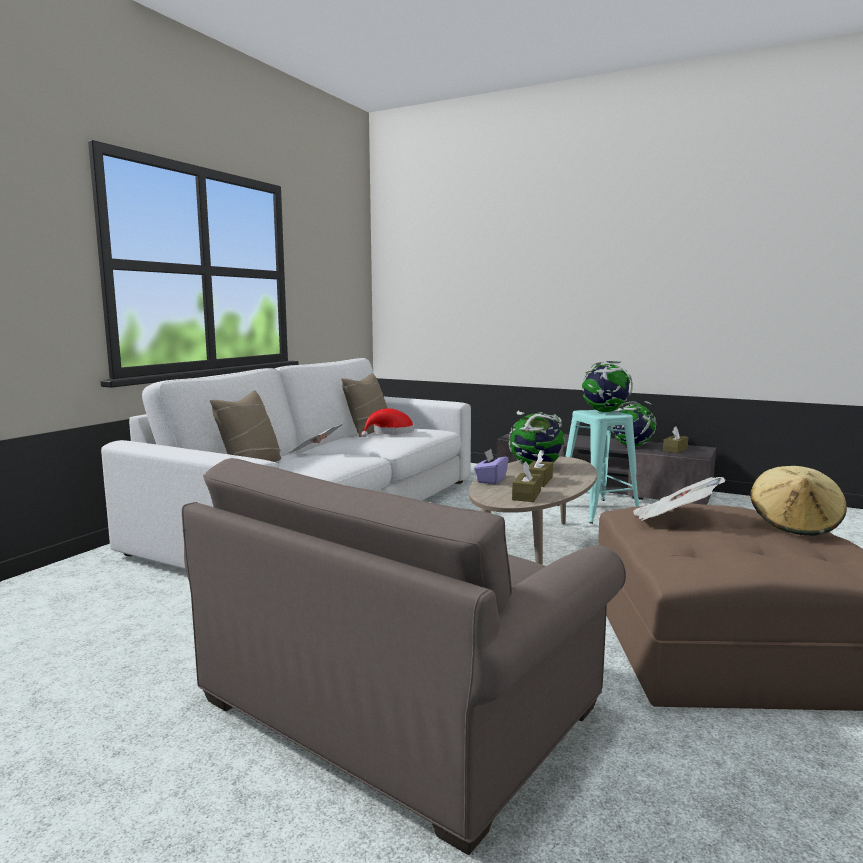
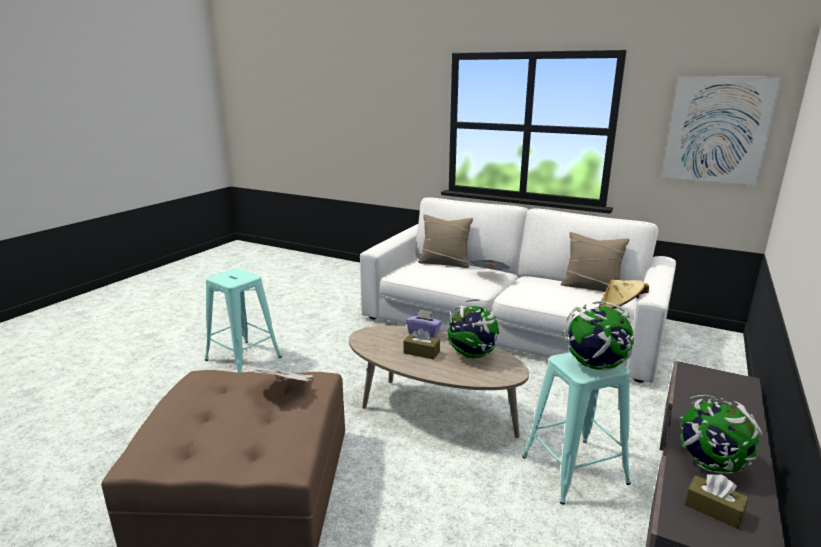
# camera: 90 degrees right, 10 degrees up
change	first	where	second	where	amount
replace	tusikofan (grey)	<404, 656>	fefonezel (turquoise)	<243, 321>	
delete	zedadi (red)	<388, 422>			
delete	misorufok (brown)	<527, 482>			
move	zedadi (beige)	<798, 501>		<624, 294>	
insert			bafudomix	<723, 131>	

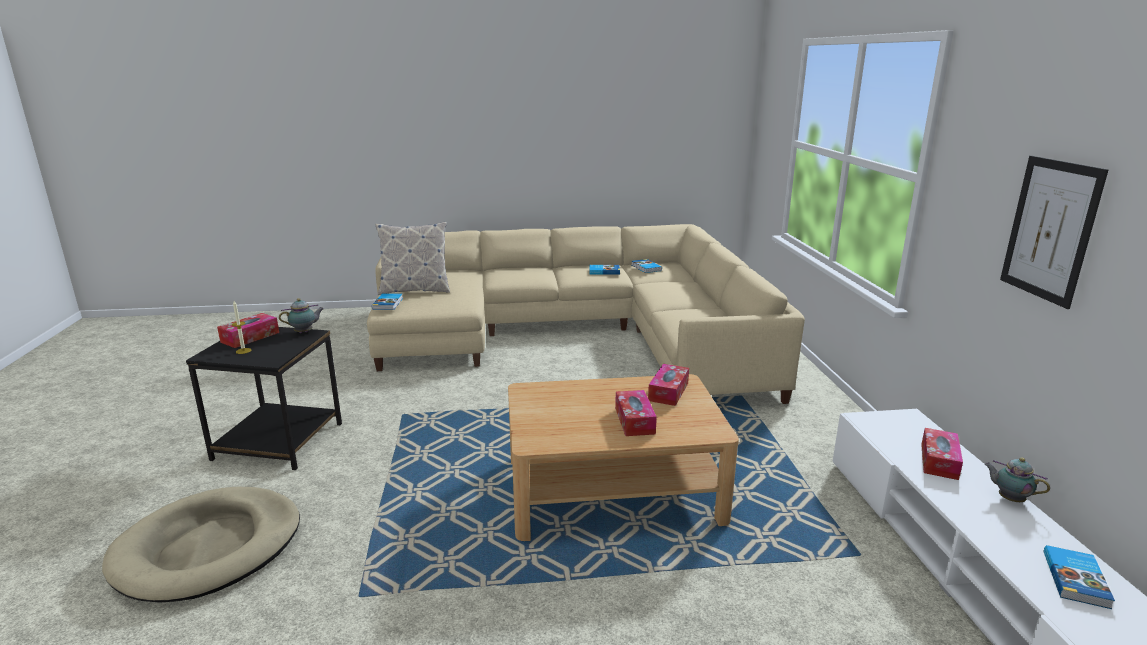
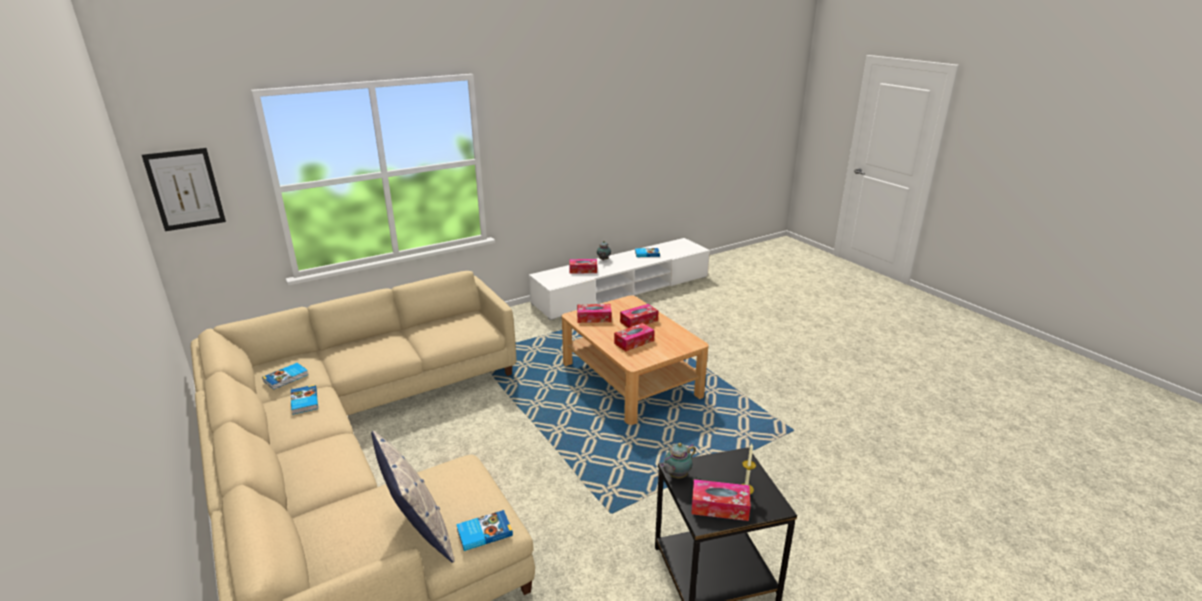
# camera: 115 degrees left, 5 degrees up
change	first	where	second	where	amount
delete	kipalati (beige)	<201, 545>			
rotate	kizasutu	<301, 315>		<678, 460>	75 degrees counterclockwise
move	bafudomix	<1054, 232>		<184, 189>	
insert			misorufok	<634, 337>	

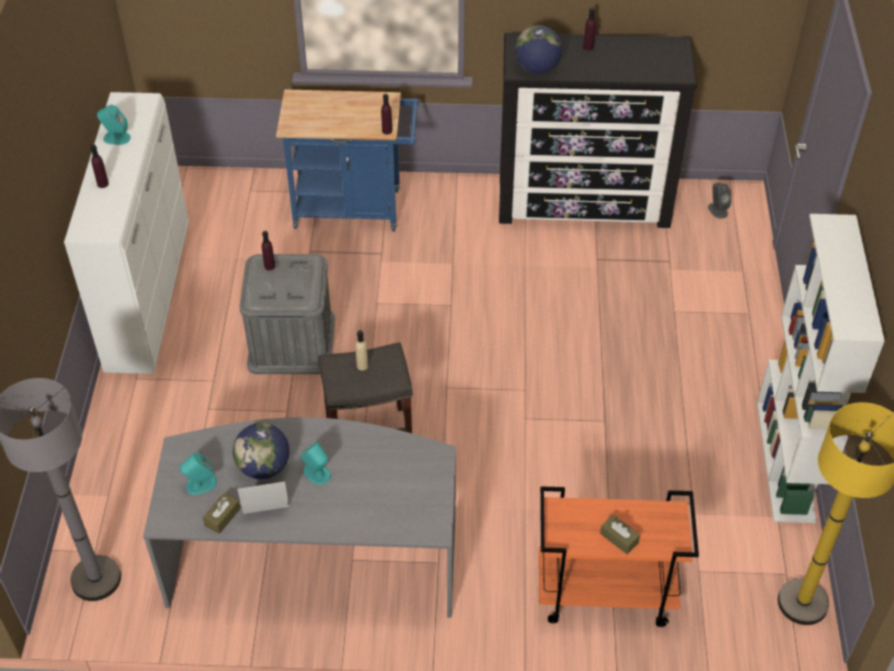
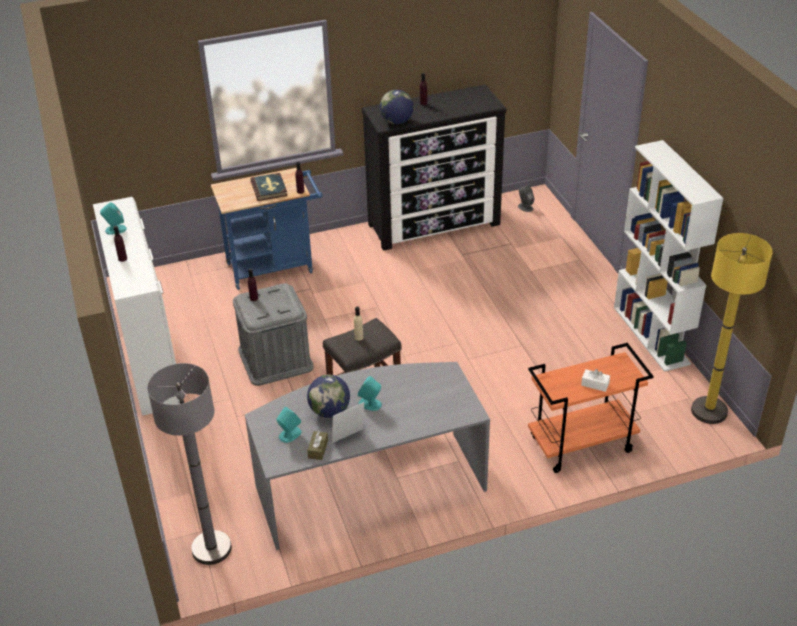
# camera: 20 degrees left, 10 degrees down
change	first	where	second	where	amount
recolor	misorufok (brown)	<620, 534>	misorufok (white)	<595, 380>	
insert			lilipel	<269, 187>	

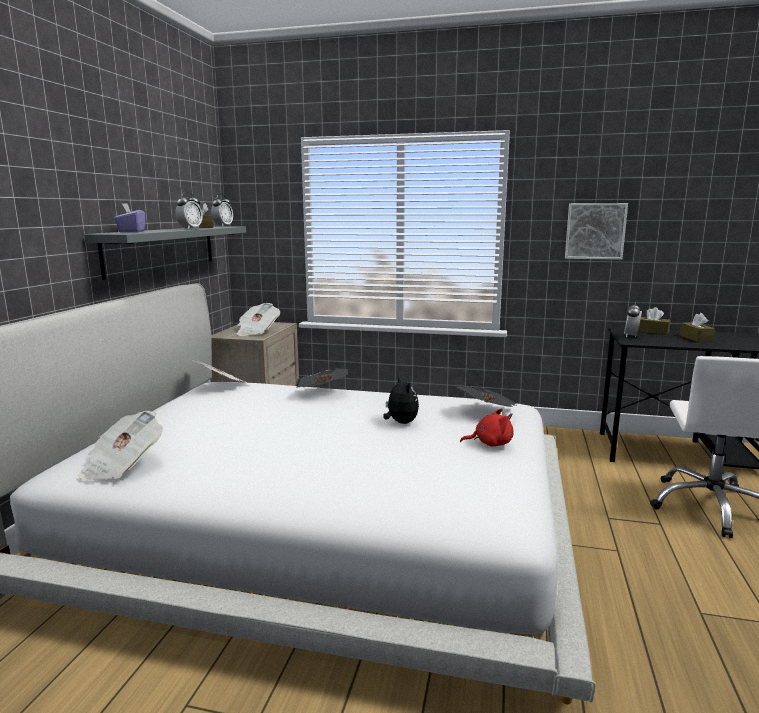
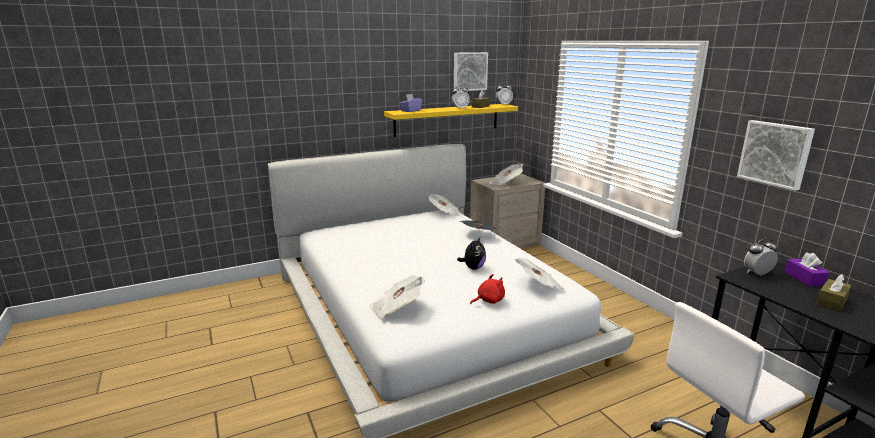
# camera: 50 degrees right, 5 degrees up
change	first	where	second	where	amount
move	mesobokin	<120, 445>		<397, 296>	
recolor	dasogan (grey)	<165, 253>	dasogan (yellow)	<451, 120>	
rotate	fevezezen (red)	<487, 427>		<487, 289>	75 degrees counterclockwise
recolor	misorufok (brown)	<654, 321>	misorufok (purple)	<807, 270>	
insert			bafudomix	<471, 71>	

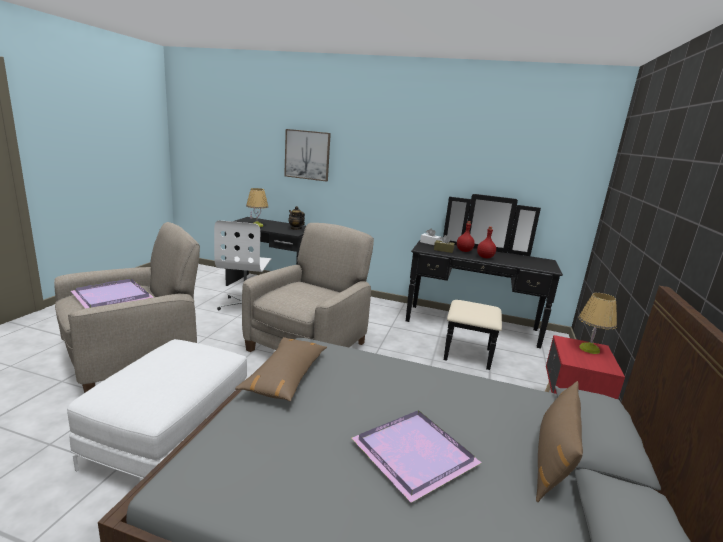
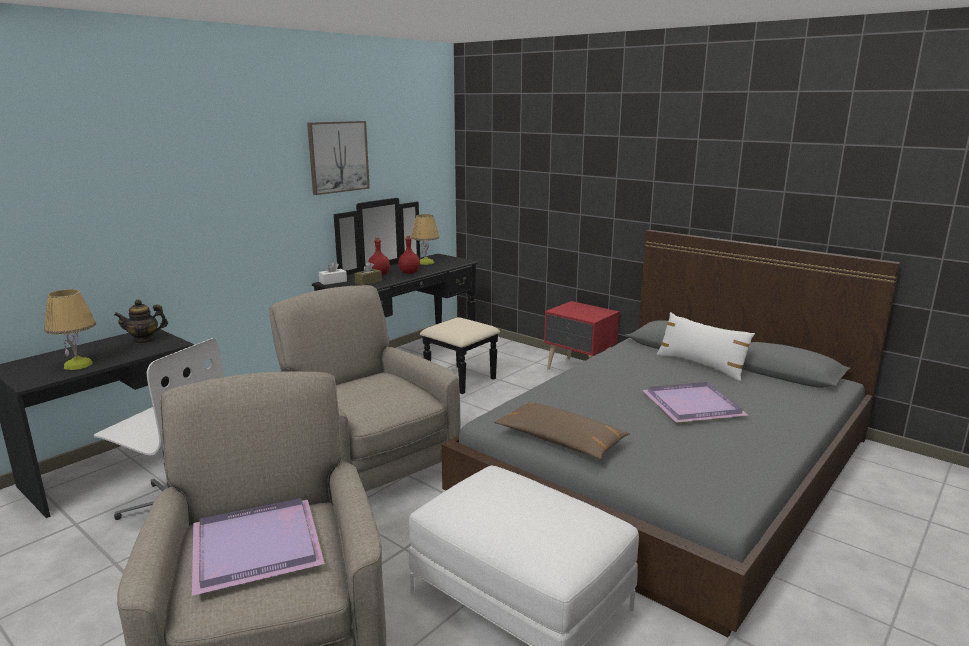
# camera: 65 degrees left, 0 degrees up
change	first	where	second	where	amount
move	bafudomix	<307, 155>		<338, 158>	
recolor	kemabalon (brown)	<559, 441>	kemabalon (white)	<705, 346>	
move	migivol	<597, 323>		<425, 239>	

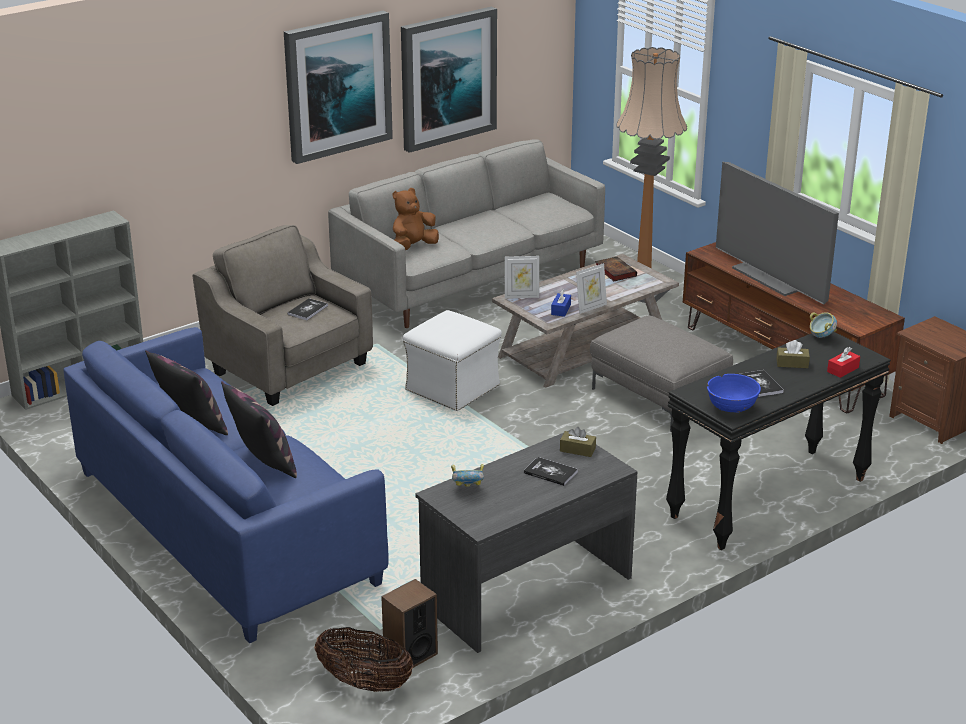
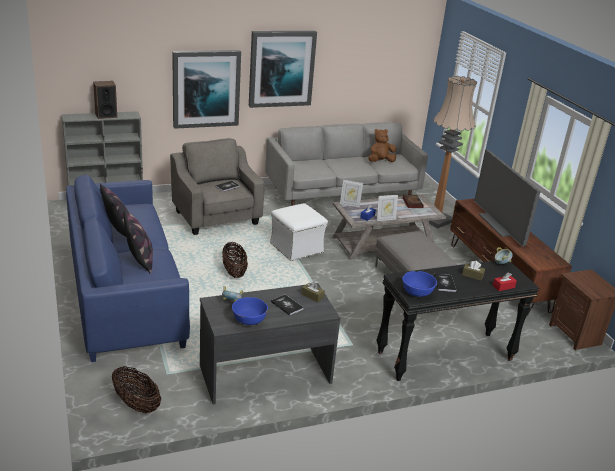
# camera: 15 degrees right, 0 degrees up
change	first	where	second	where	amount
move	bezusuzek	<409, 623>		<105, 100>	
move	fevezezen (brown)	<416, 219>		<382, 145>	
move	bafudomix	<449, 80>		<206, 89>	
insert			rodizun	<235, 260>	
insert			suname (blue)	<250, 311>	

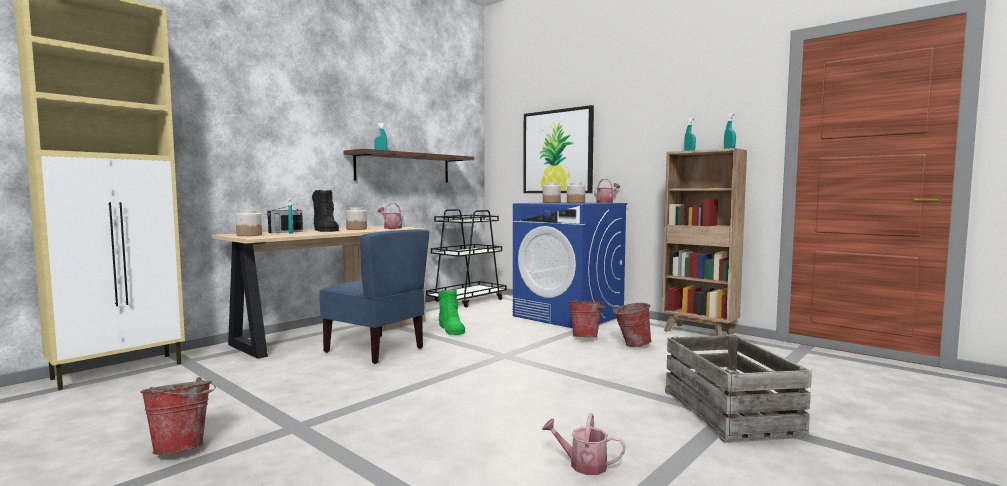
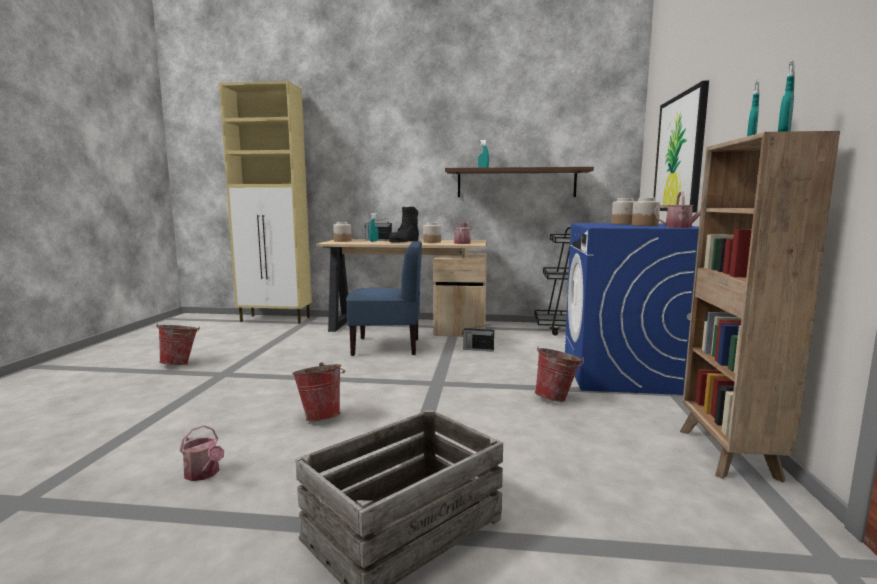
# camera: 55 degrees right, 5 degrees up
change	first	where	second	where	amount
rotate	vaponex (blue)	<374, 296>		<384, 298>	90 degrees counterclockwise
replace	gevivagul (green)	<451, 312>	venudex	<478, 338>	
rotate	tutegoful	<584, 444>		<201, 453>	150 degrees clockwise
move	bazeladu	<632, 325>		<318, 392>	

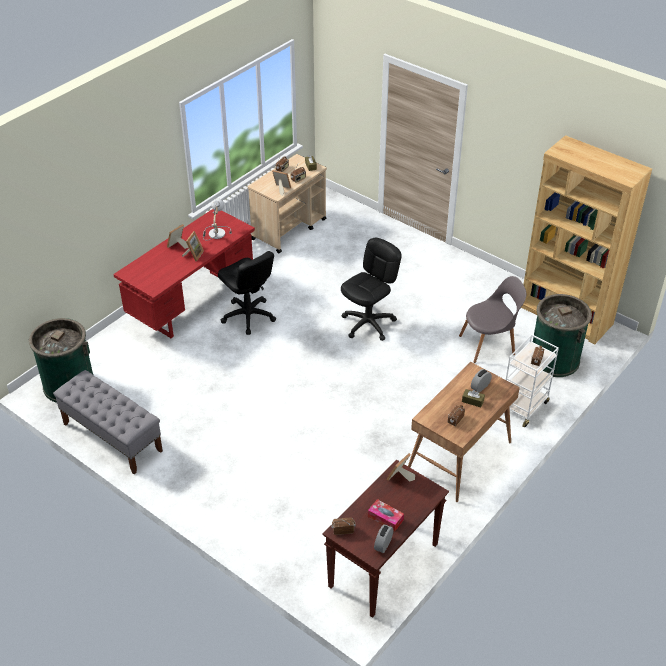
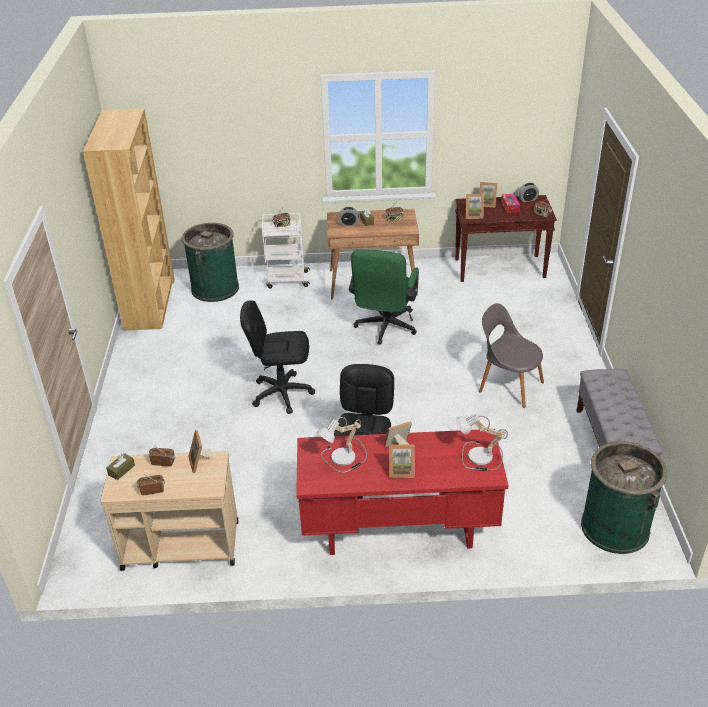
# camera: 130 degrees left, 5 degrees down
change	first	where	second	where	amount
move	vaponex (grey)	<492, 319>		<511, 355>	
insert			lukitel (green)	<384, 297>	
insert			migivol	<482, 442>	
insert			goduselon	<488, 194>	

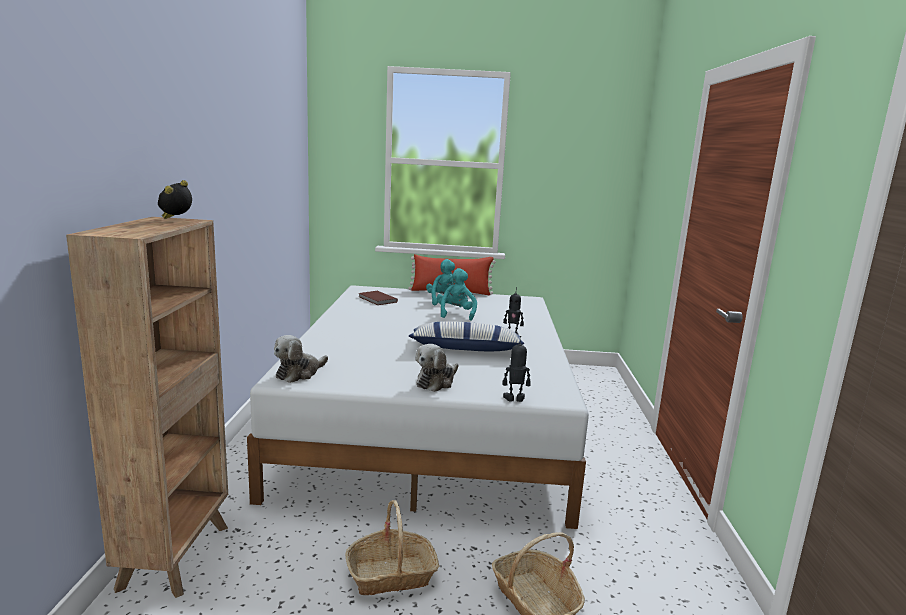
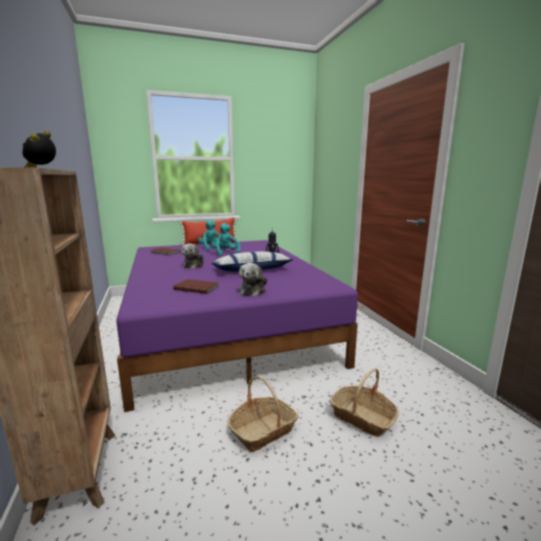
# camera: 20 degrees left, 0 degrees up
change	first	where	second	where	amount
recolor	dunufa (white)	<418, 407>	dunufa (purple)	<237, 326>	
move	fevezezen	<301, 359>		<192, 256>	
delete	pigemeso	<517, 369>			
insert			lilipel (brown)	<196, 286>	

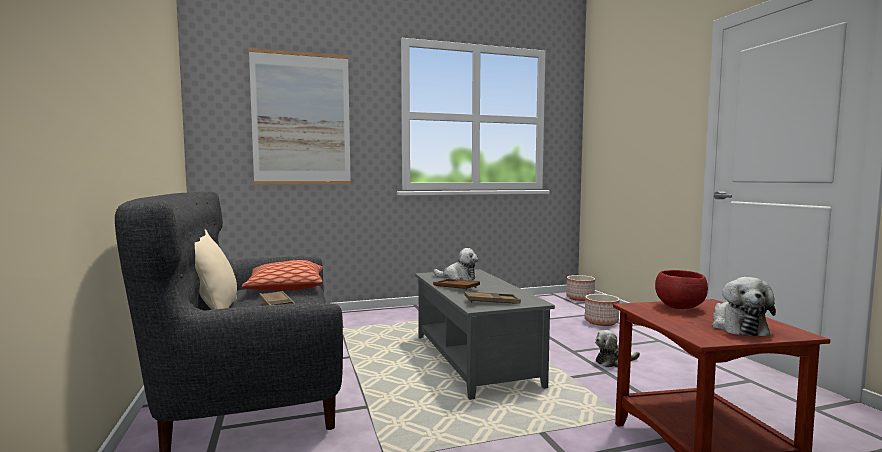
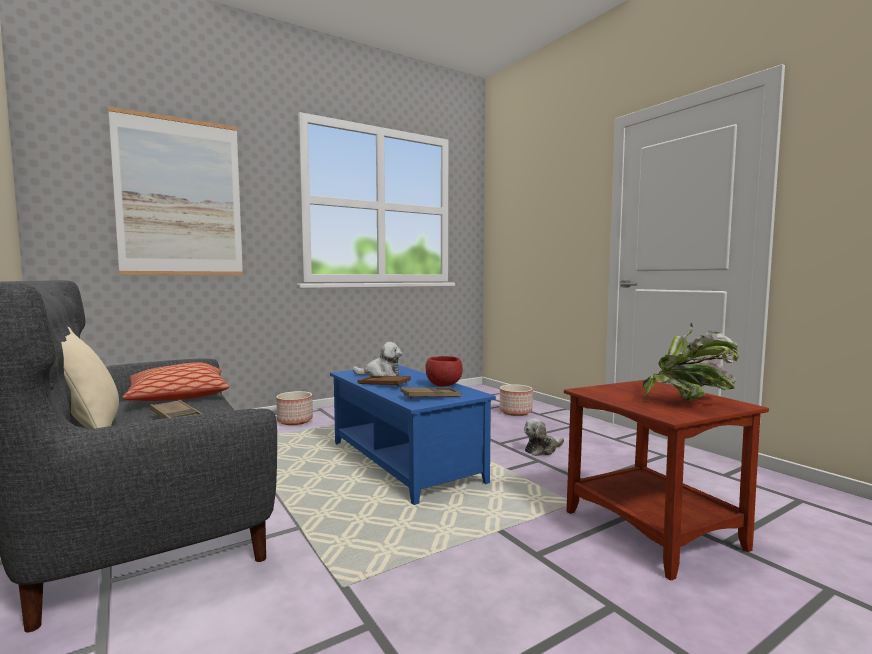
# camera: 15 degrees left, 0 degrees up
change	first	where	second	where	amount
recolor	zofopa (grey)	<485, 334>	zofopa (blue)	<413, 435>	
move	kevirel	<580, 288>		<294, 408>	
move	suname (red)	<681, 289>		<444, 371>	
replace	fevezezen	<744, 307>	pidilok	<691, 362>	

